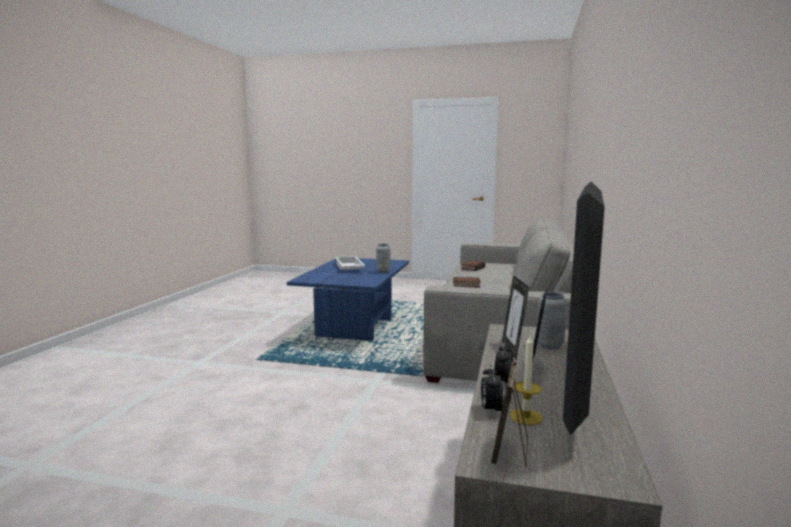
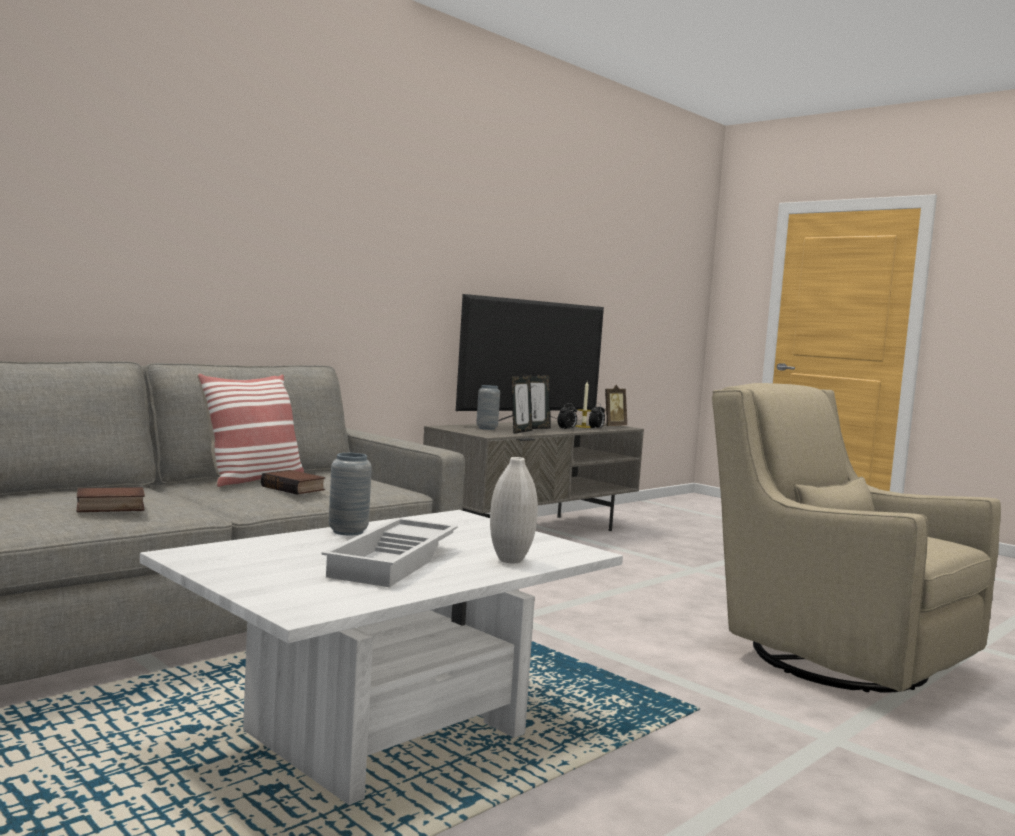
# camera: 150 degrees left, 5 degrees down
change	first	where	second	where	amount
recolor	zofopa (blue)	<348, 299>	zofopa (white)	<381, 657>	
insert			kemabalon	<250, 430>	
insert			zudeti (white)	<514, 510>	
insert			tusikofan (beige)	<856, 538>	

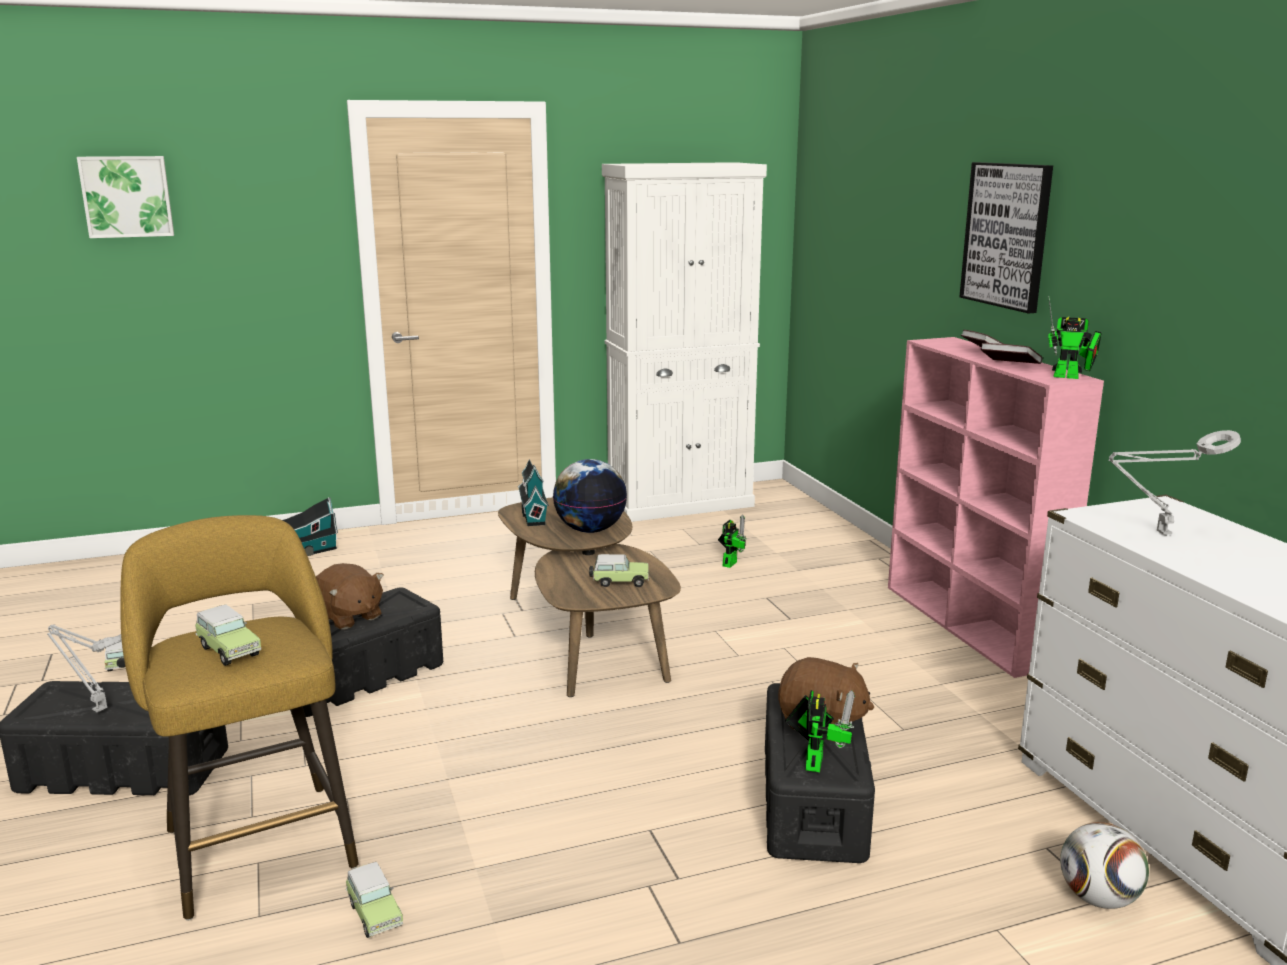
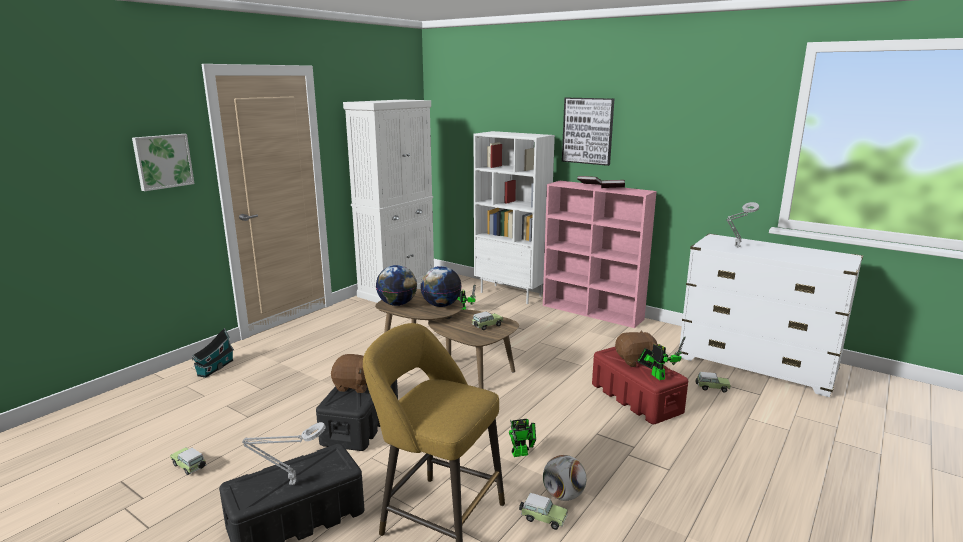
# camera: 35 degrees left, 0 degrees up
change	first	where	second	where	amount
move	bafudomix	<125, 197>		<163, 162>	
move	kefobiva	<228, 635>		<713, 382>	
replace	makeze	<533, 492>	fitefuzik	<396, 285>	
recolor	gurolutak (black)	<820, 773>	gurolutak (red)	<640, 385>	
move	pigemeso	<1075, 337>		<522, 438>	
move	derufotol	<1104, 865>		<565, 478>	
insert			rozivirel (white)	<514, 217>	

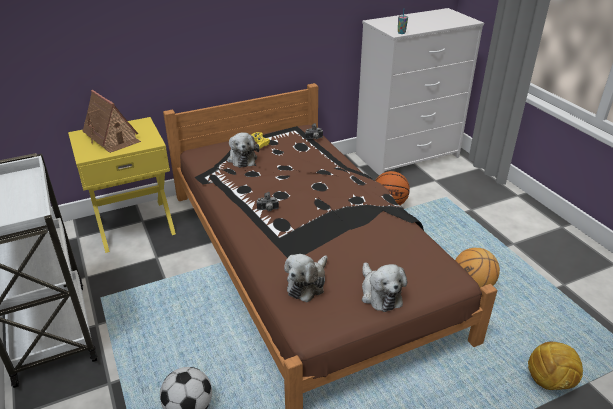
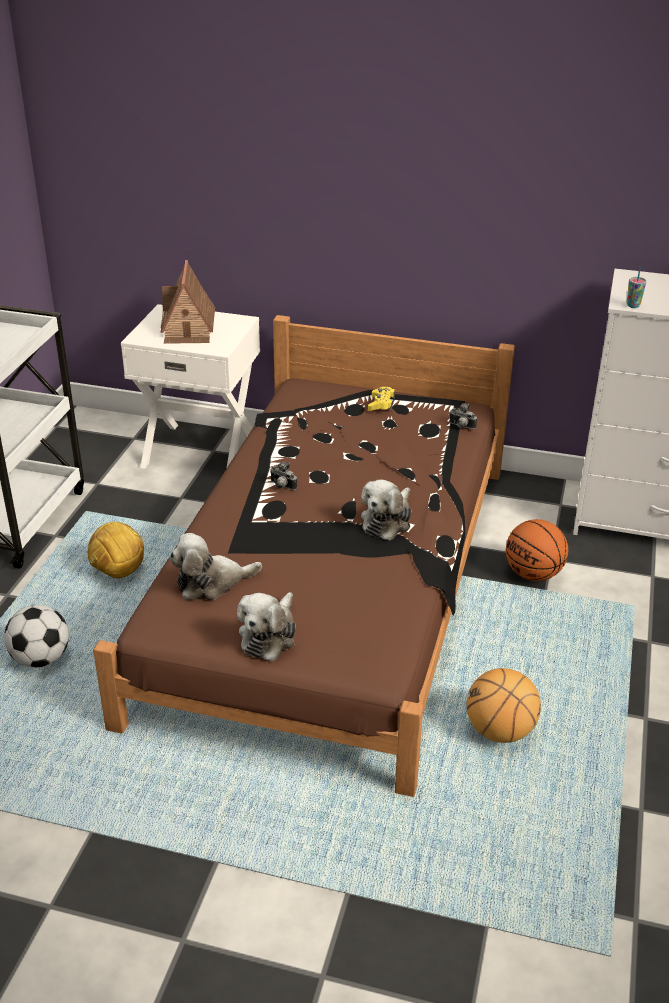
# camera: 40 degrees right, 0 degrees up
change	first	where	second	where	amount
recolor	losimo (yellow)	<122, 185>	losimo (white)	<190, 386>	
move	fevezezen	<243, 150>		<386, 510>	
move	derufotol	<555, 366>		<116, 550>	

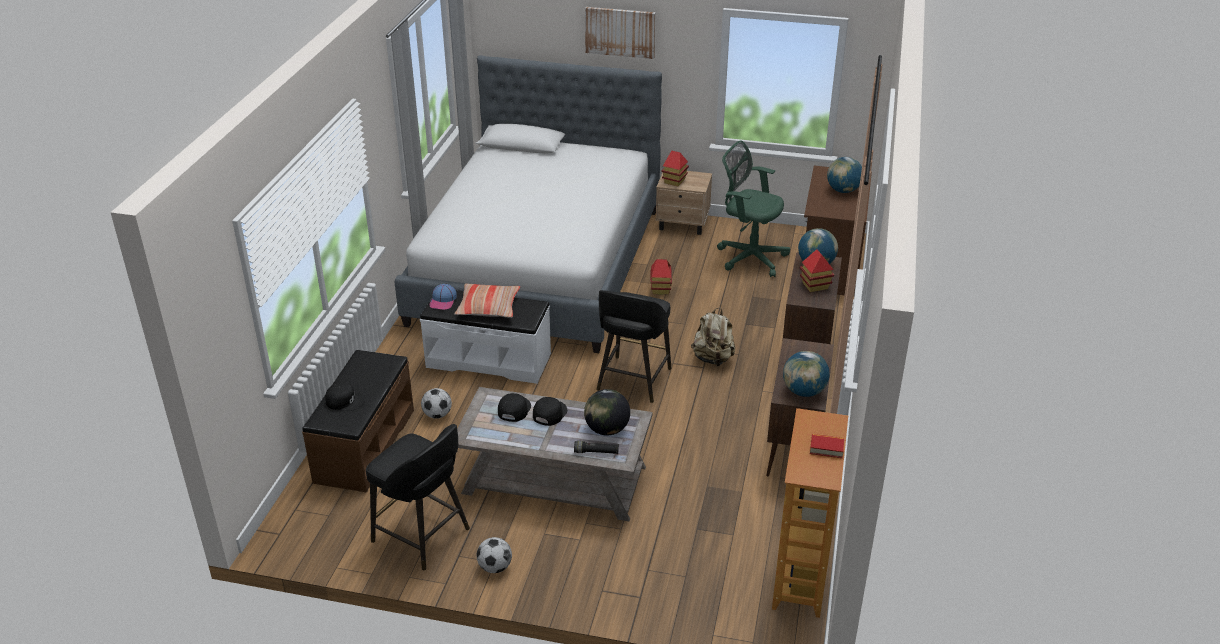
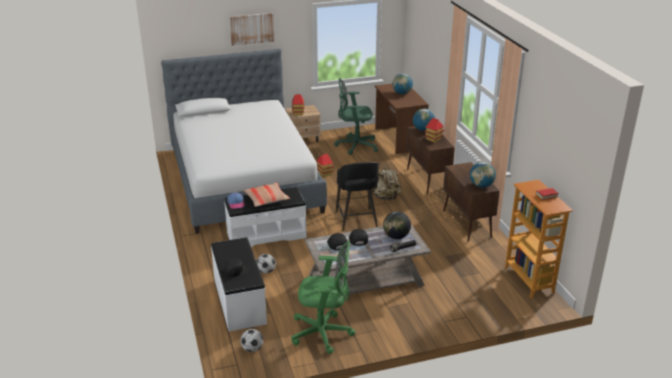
# camera: 30 degrees left, 5 degrees down
change	first	where	second	where	amount
recolor	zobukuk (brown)	<358, 421>	zobukuk (white)	<239, 284>	
replace	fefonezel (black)	<418, 497>	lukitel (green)	<323, 297>	
move	derufotol	<494, 555>		<252, 340>	

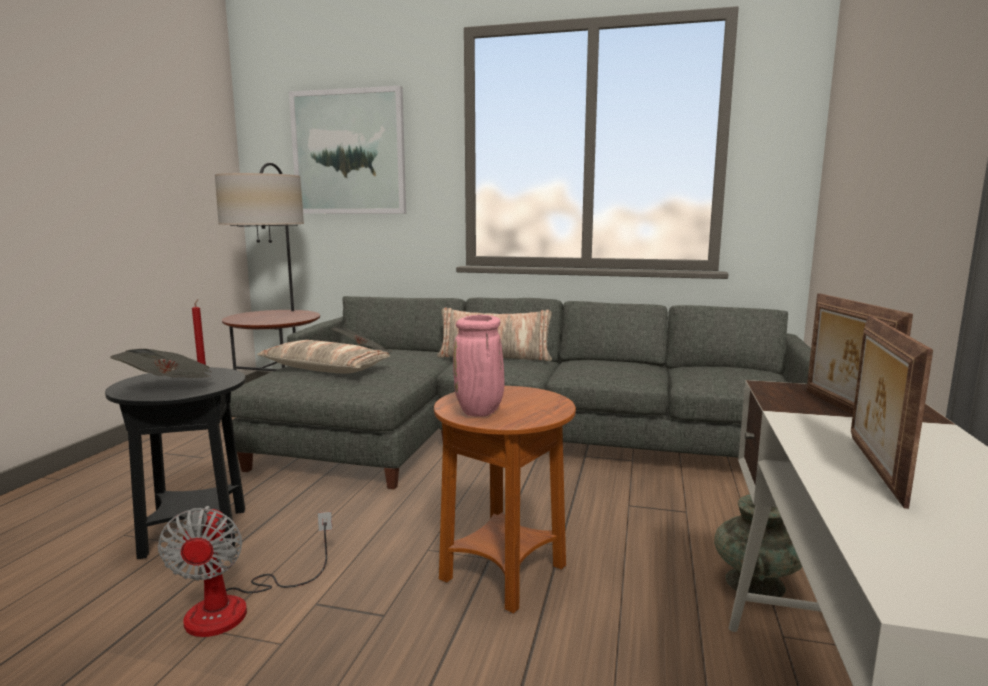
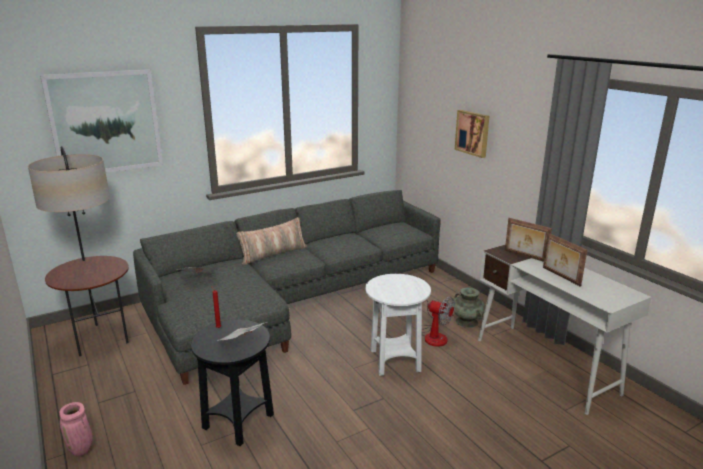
# camera: 45 degrees left, 10 degrees up
change	first	where	second	where	amount
move	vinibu	<245, 571>		<438, 322>	
delete	kemabalon	<323, 357>			
recolor	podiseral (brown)	<505, 499>	podiseral (white)	<398, 325>	
move	zudeti (pink)	<479, 366>		<76, 429>	
insert			bafudomix	<472, 134>	

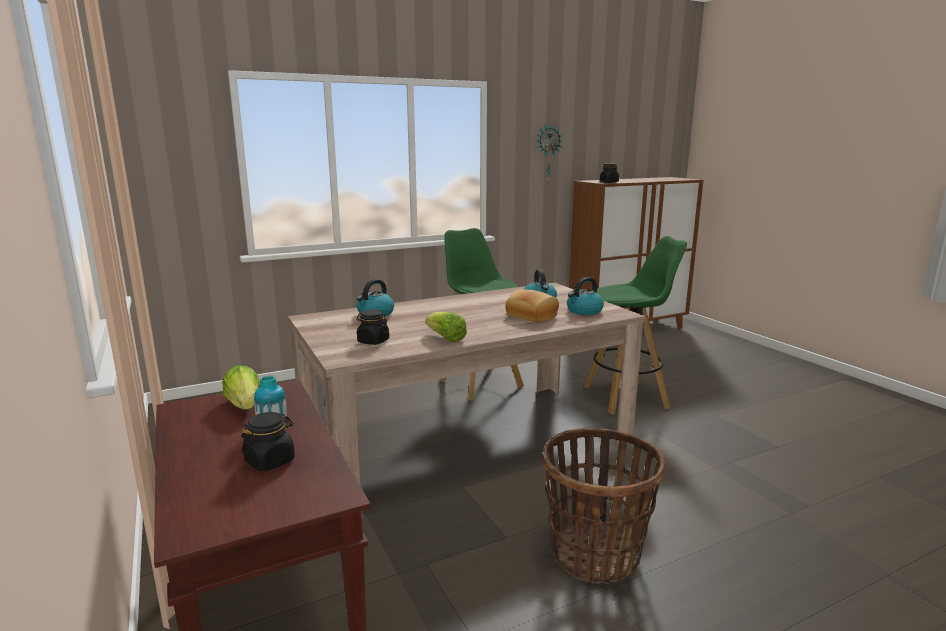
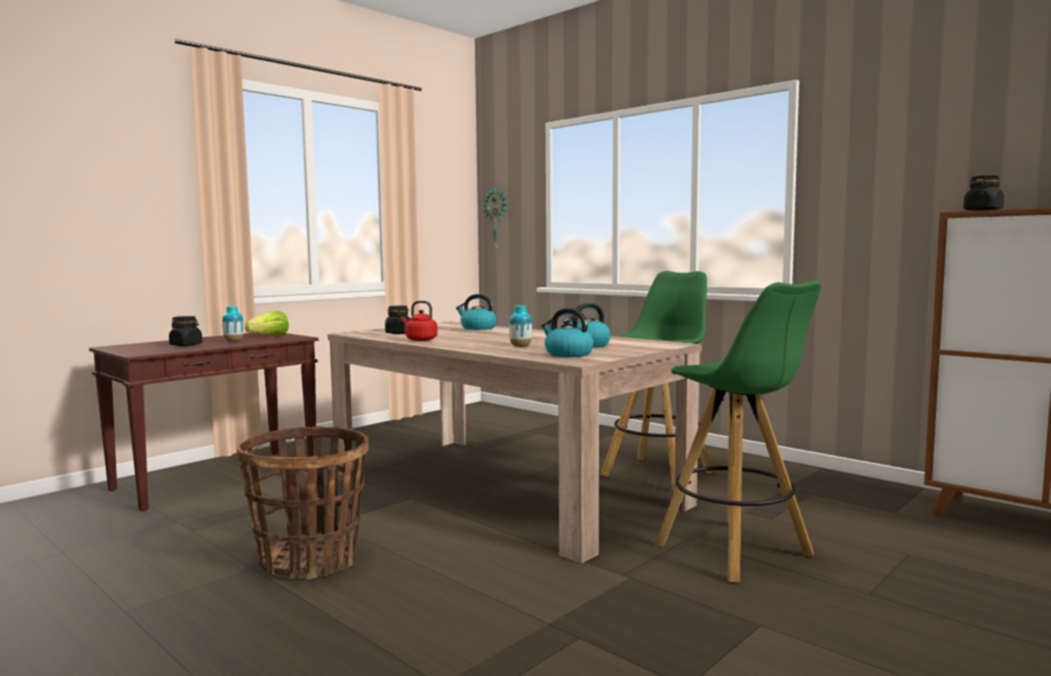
# camera: 70 degrees right, 10 degrees down
change	first	where	second	where	amount
replace	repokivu	<446, 327>	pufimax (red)	<420, 321>	
replace	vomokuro	<532, 305>	zudeti	<520, 326>	
move	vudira	<550, 154>		<495, 219>	

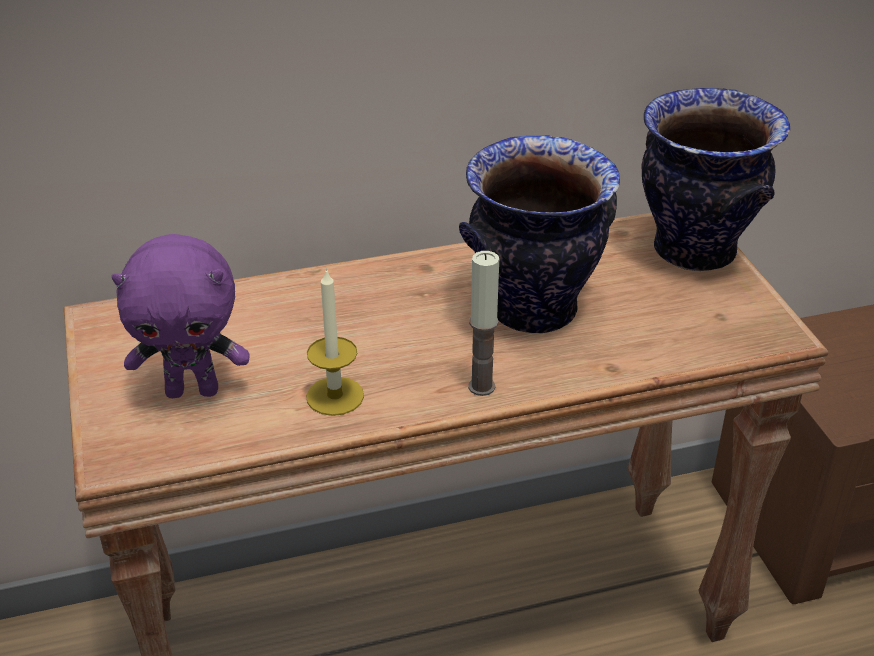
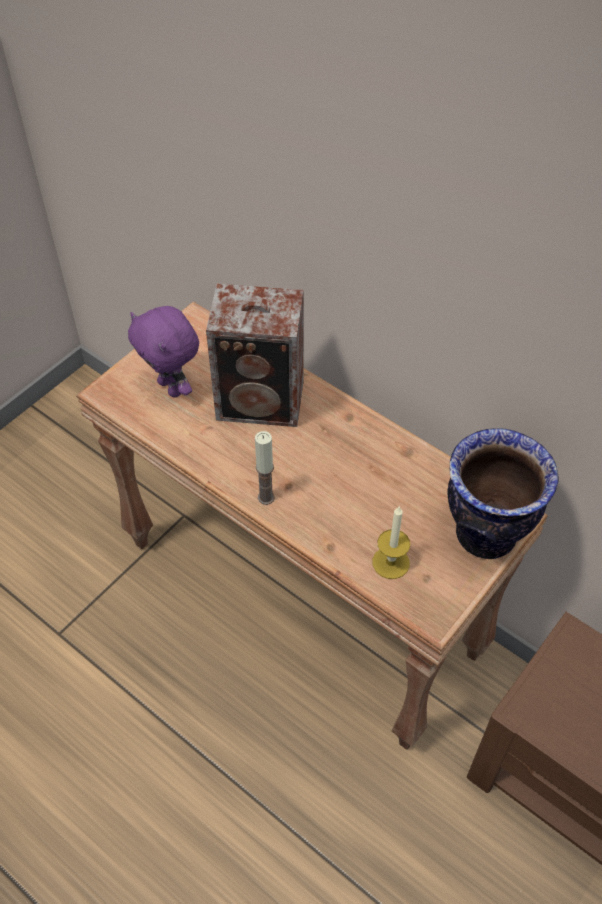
# camera: 55 degrees right, 15 degrees up
change	first	where	second	where	amount
move	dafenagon	<335, 342>		<391, 543>	
delete	zudeti	<539, 234>			
insert			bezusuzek	<255, 355>	

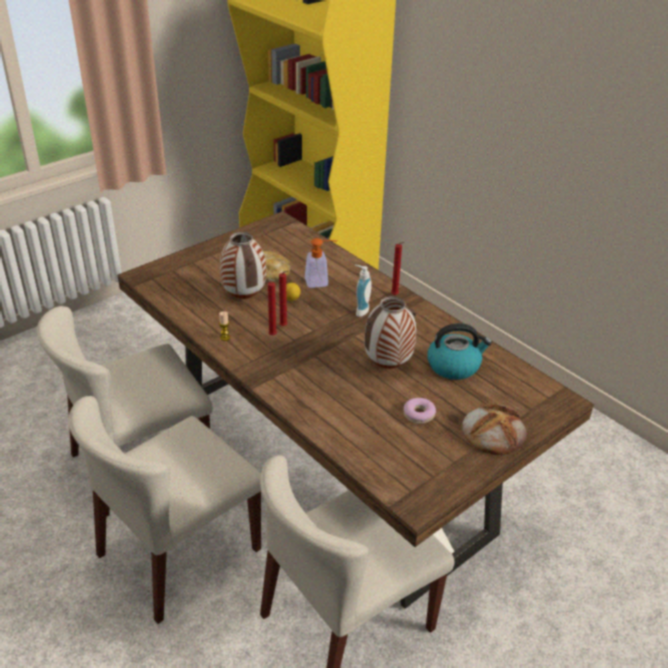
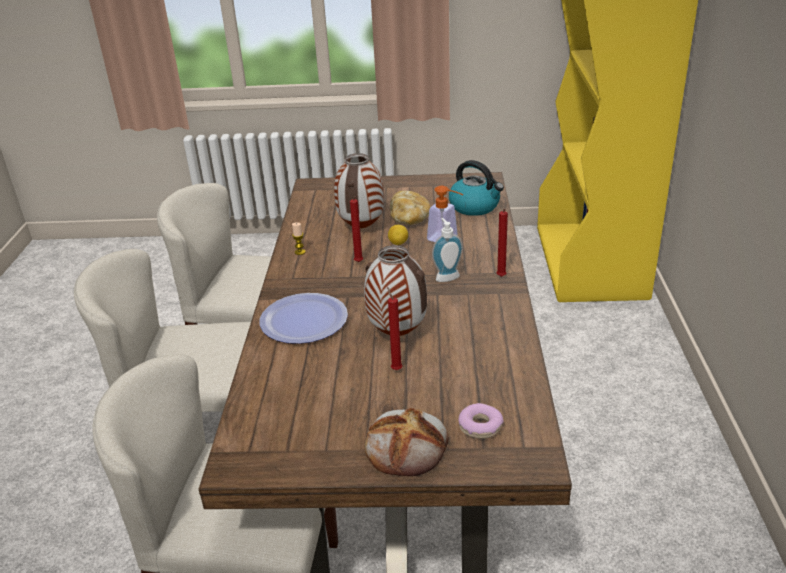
# camera: 45 degrees right, 5 degrees down
change	first	where	second	where	amount
move	dafenagon (red)	<270, 306>		<394, 328>	
move	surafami	<419, 411>		<481, 421>	
move	pufimax	<460, 351>		<476, 188>	
insert			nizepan	<304, 318>	

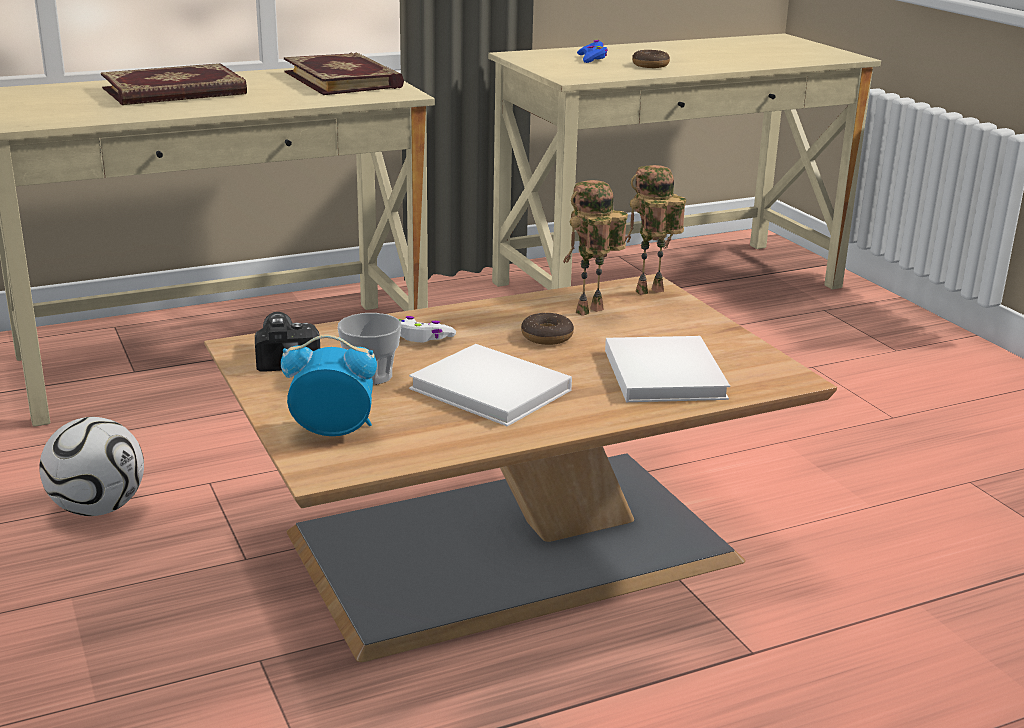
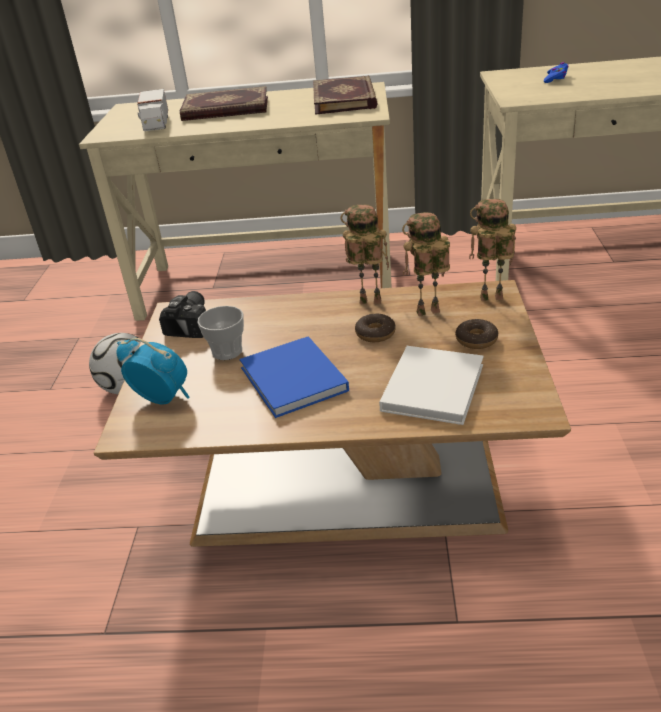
# camera: 30 degrees right, 10 degrees up
change	first	where	second	where	amount
delete	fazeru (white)	<427, 329>			
recolor	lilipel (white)	<490, 385>	lilipel (blue)	<294, 377>	
move	surafami	<651, 59>		<477, 334>	
insert			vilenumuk	<152, 110>	
insert			pigemeso	<364, 254>	

